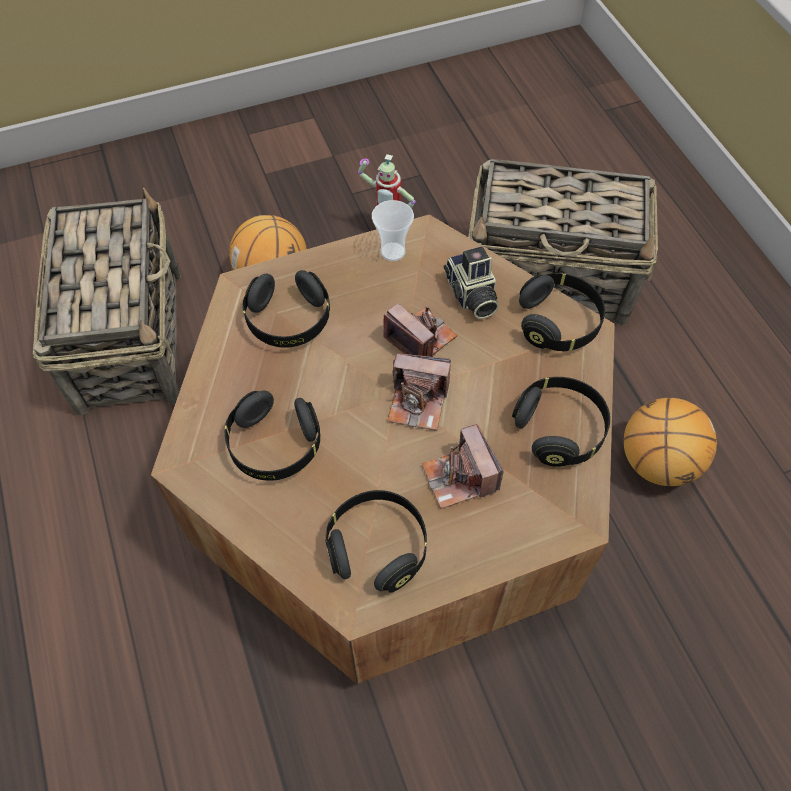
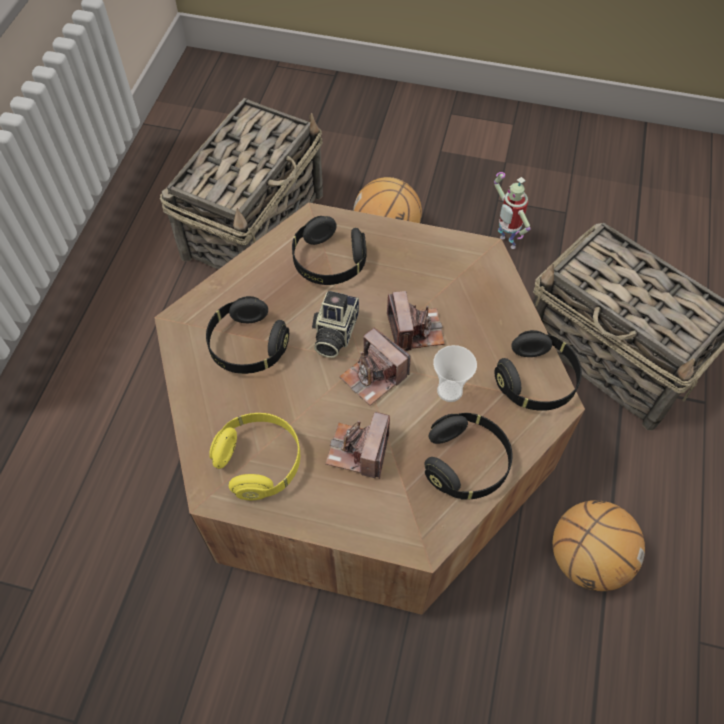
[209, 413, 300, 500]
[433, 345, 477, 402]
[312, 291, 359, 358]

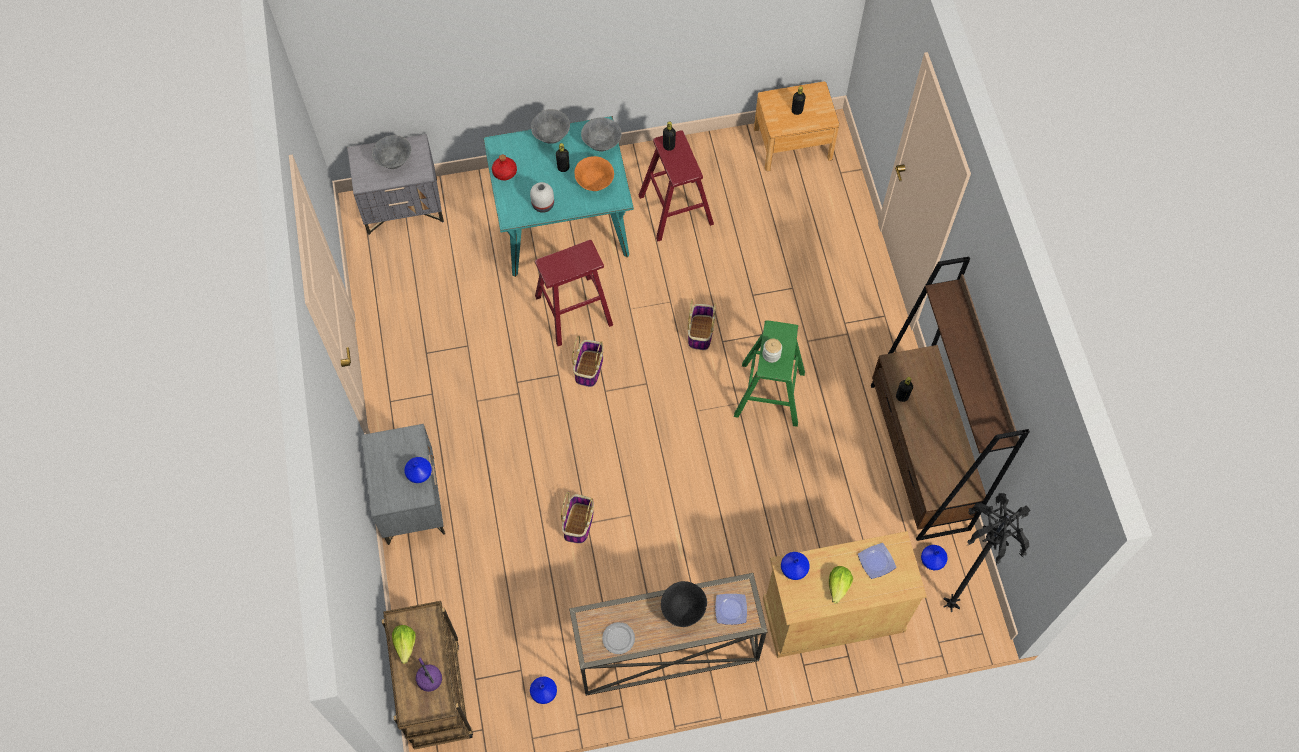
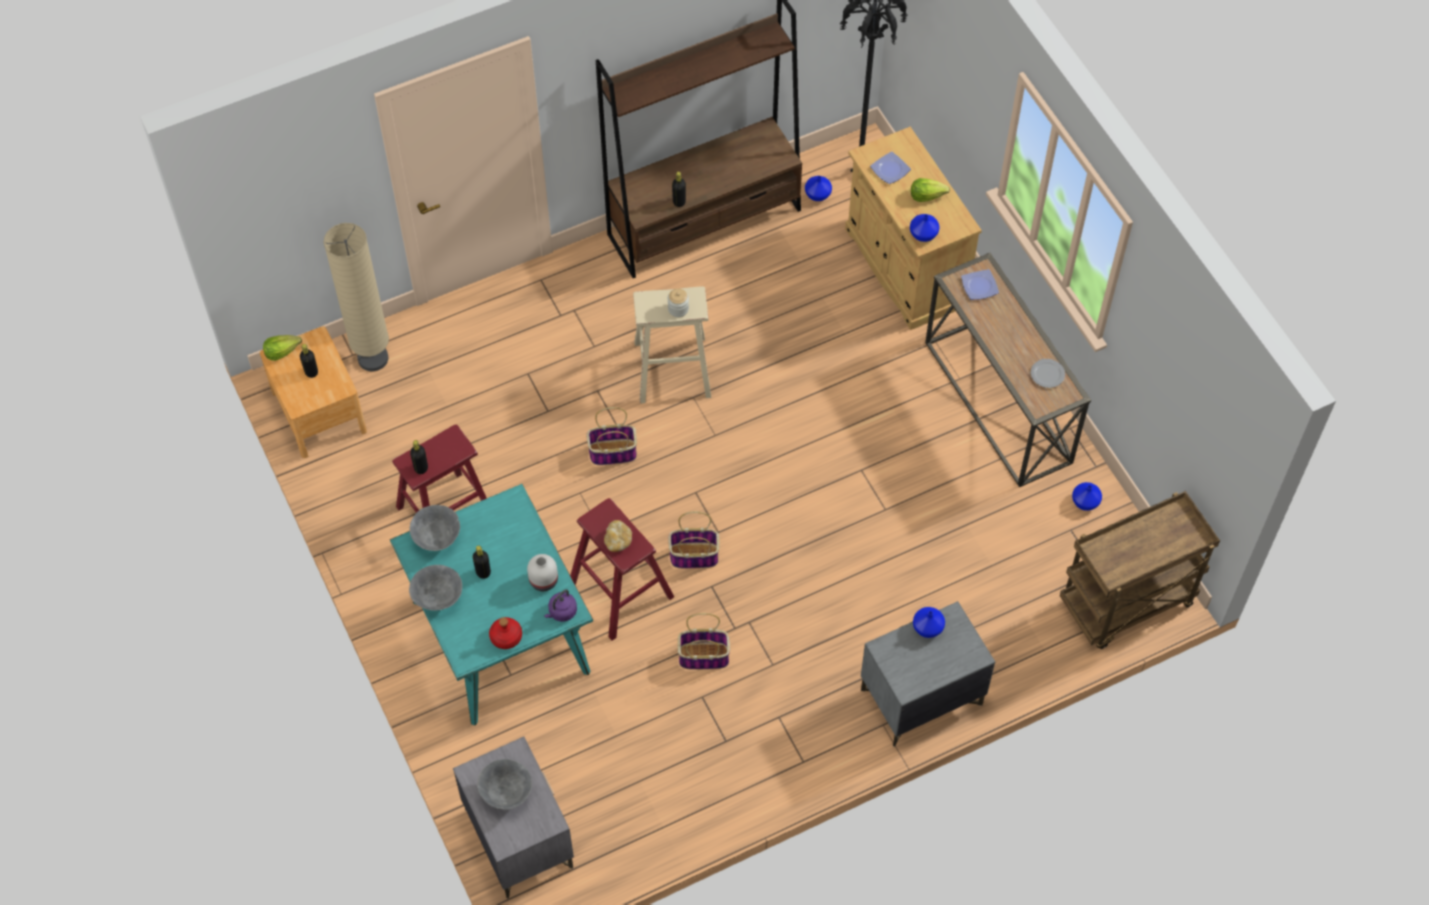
[263, 335, 302, 361]
[544, 589, 577, 622]
[678, 613, 730, 670]
[575, 156, 614, 191] (first image)
[661, 581, 707, 627] (first image)
[633, 286, 711, 404]
[324, 223, 389, 371]
[604, 520, 632, 552]

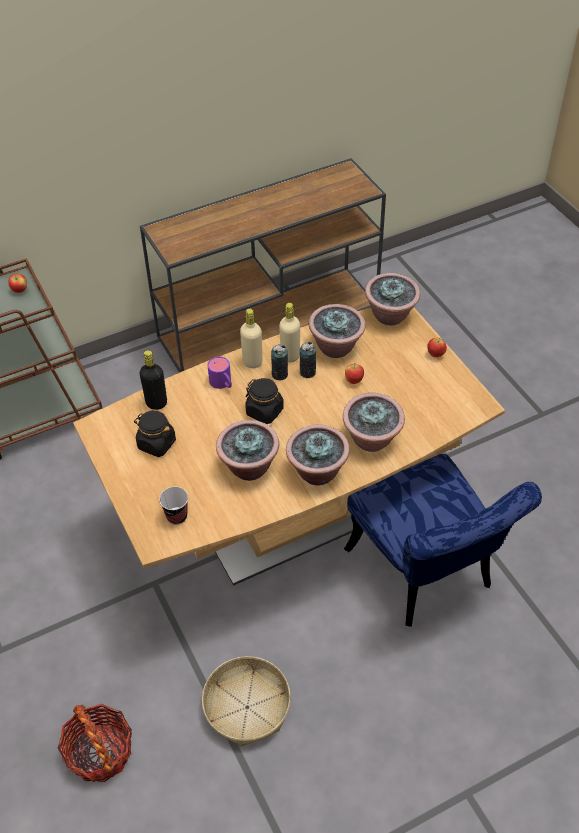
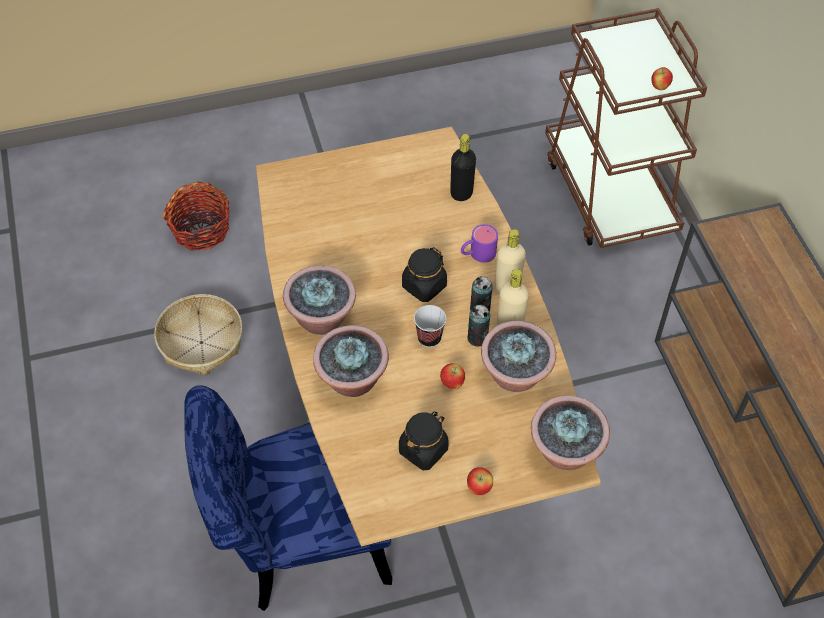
[399, 411, 449, 470]
[414, 305, 446, 347]
[216, 420, 279, 481] (first image)

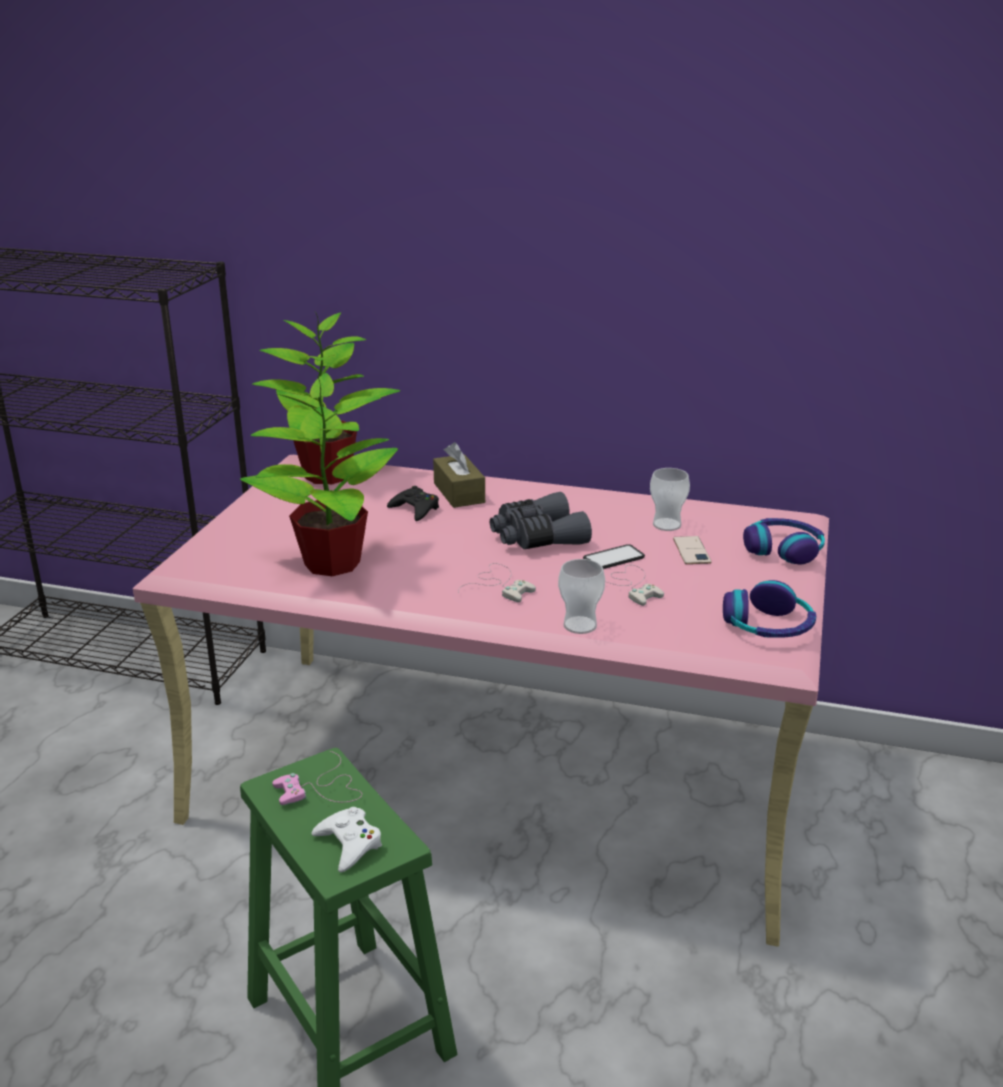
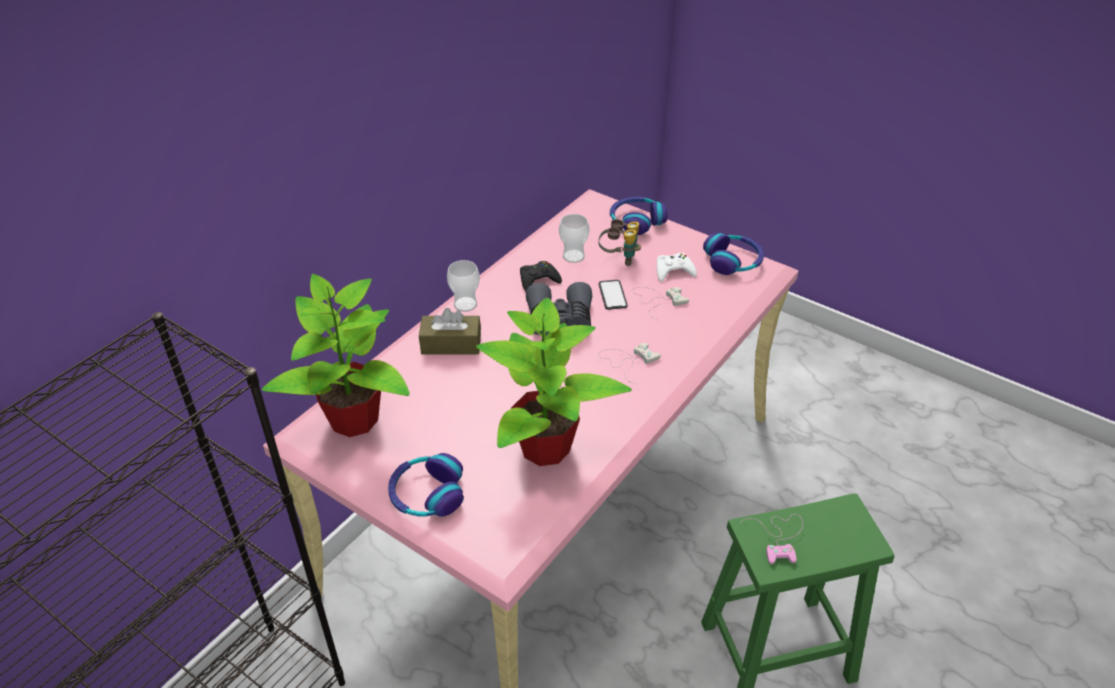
[657, 253, 697, 282]
[520, 261, 562, 292]
[447, 260, 480, 312]
[598, 219, 641, 266]
[388, 453, 464, 517]

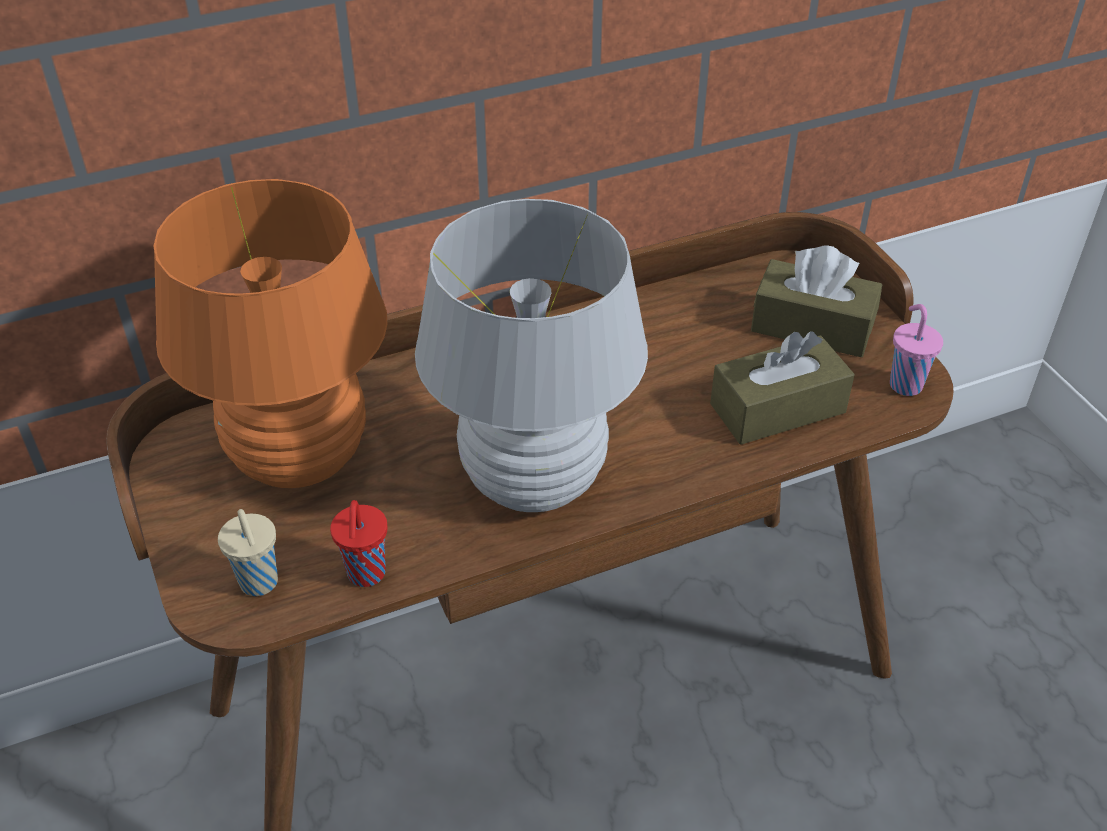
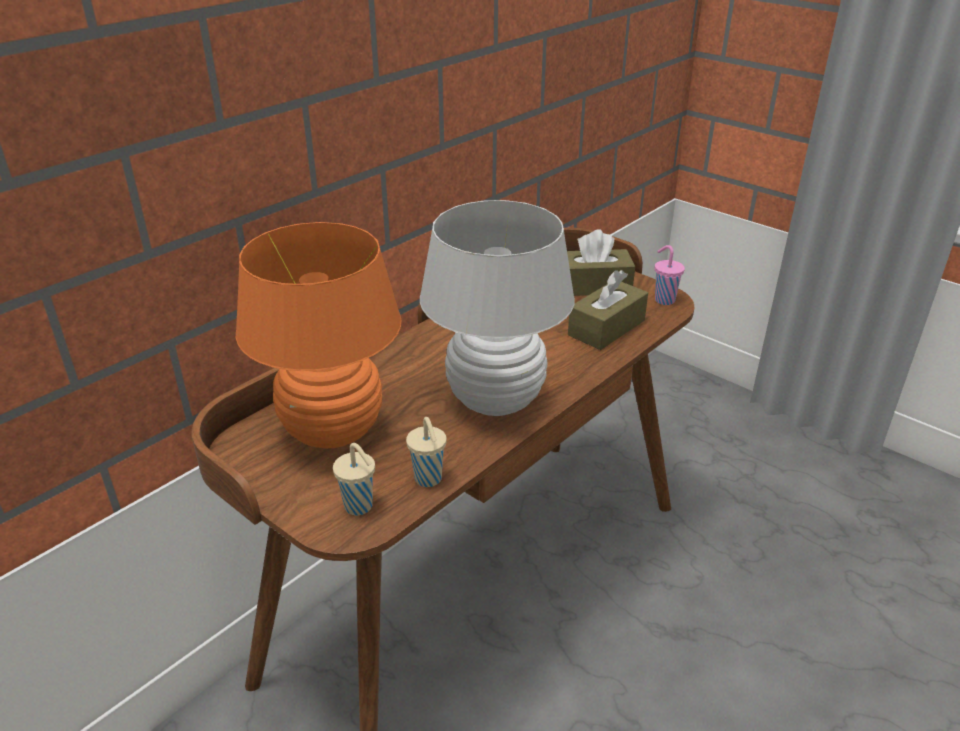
[406, 417, 447, 487]

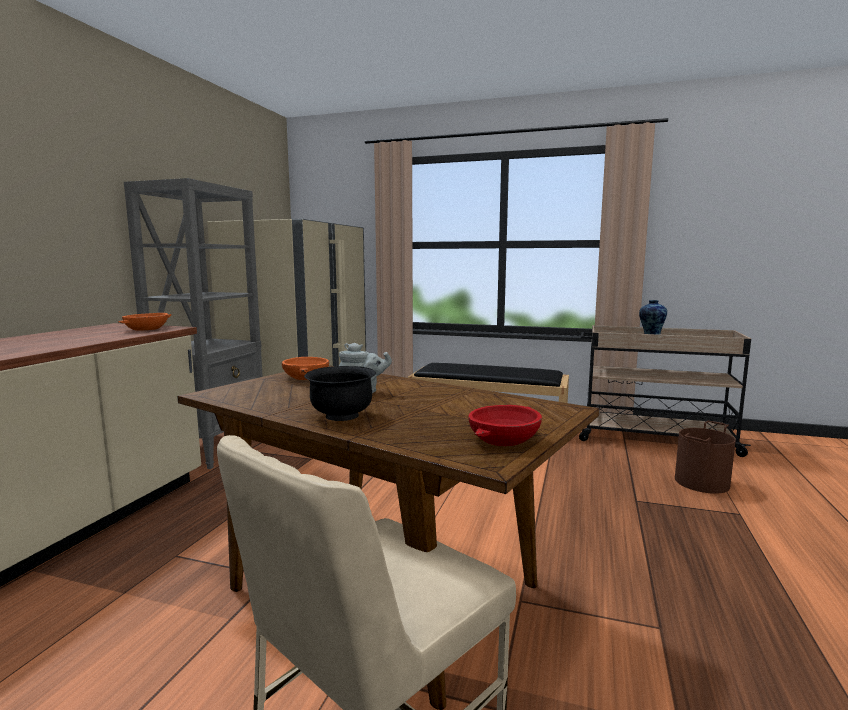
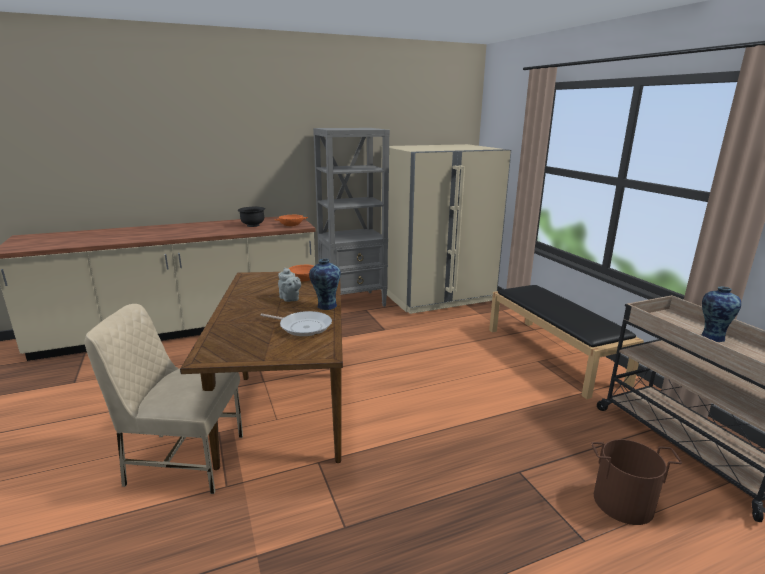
[238, 206, 265, 227]
[468, 405, 542, 446] (first image)
[260, 311, 332, 336]
[309, 259, 341, 310]

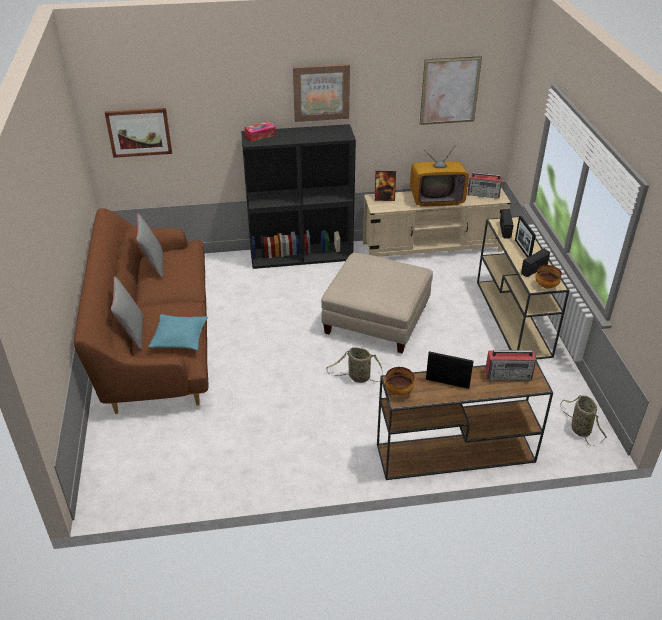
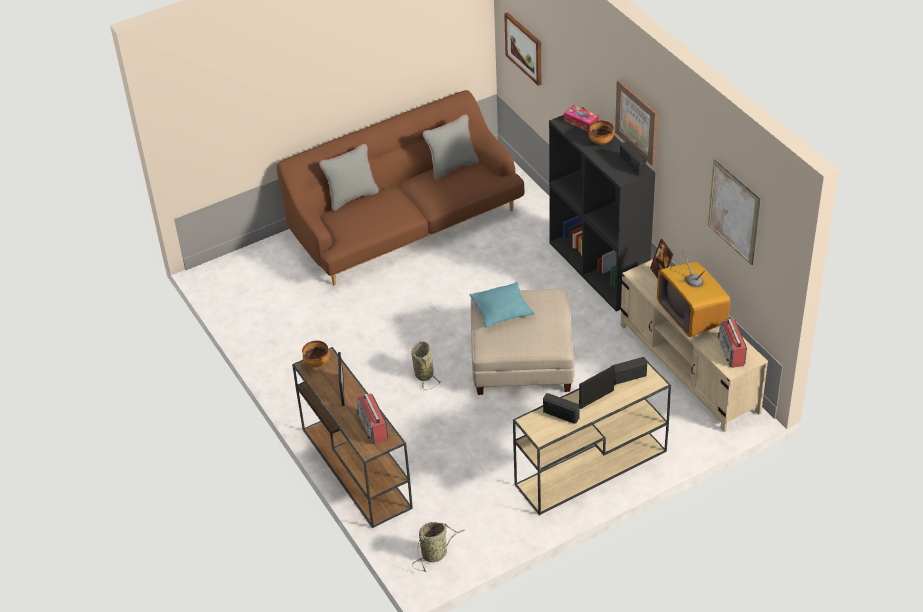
[470, 282, 535, 327]
[589, 121, 614, 145]
[620, 141, 646, 175]

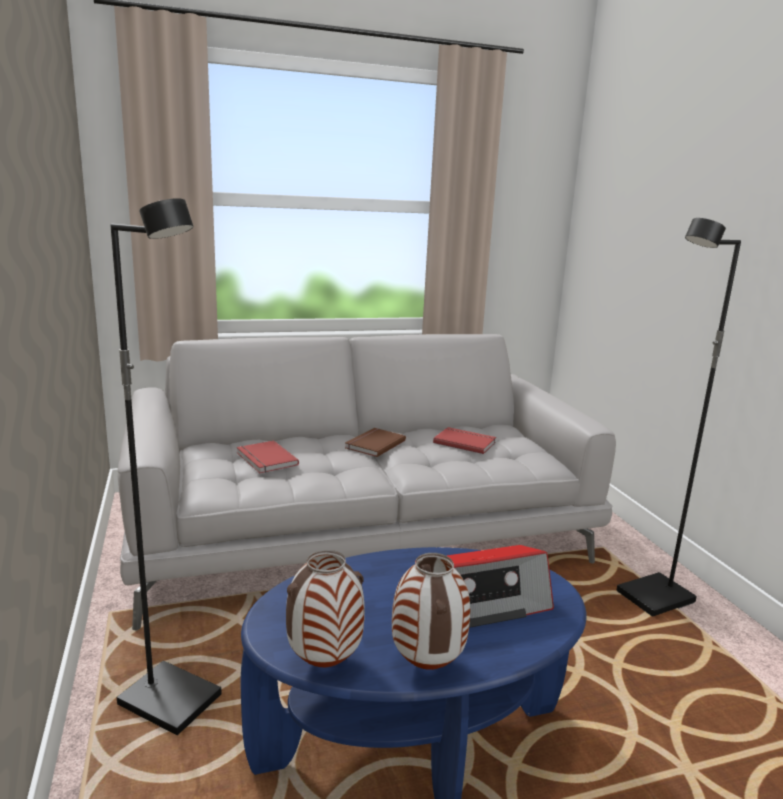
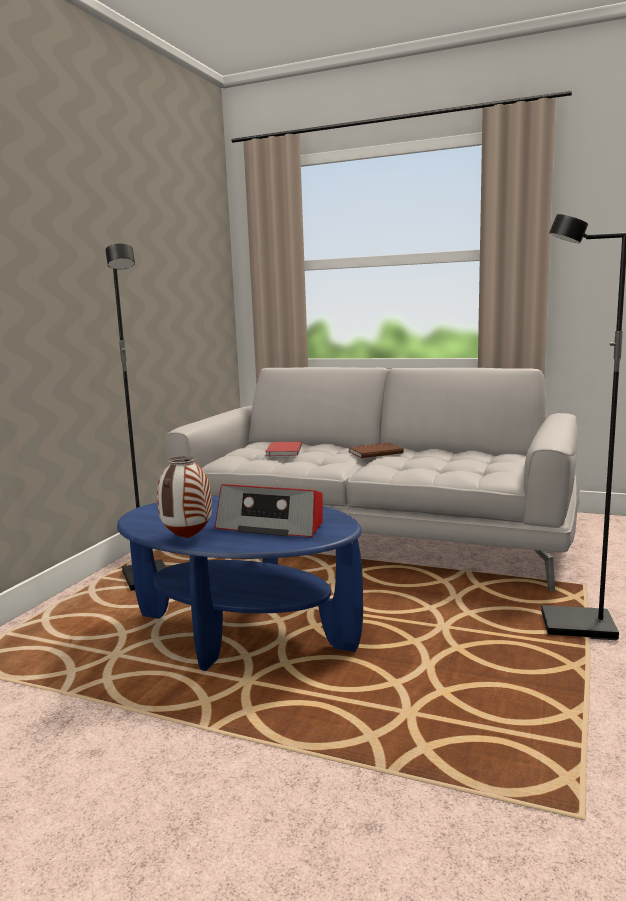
[286, 550, 365, 667] (first image)
[433, 427, 496, 454] (first image)

